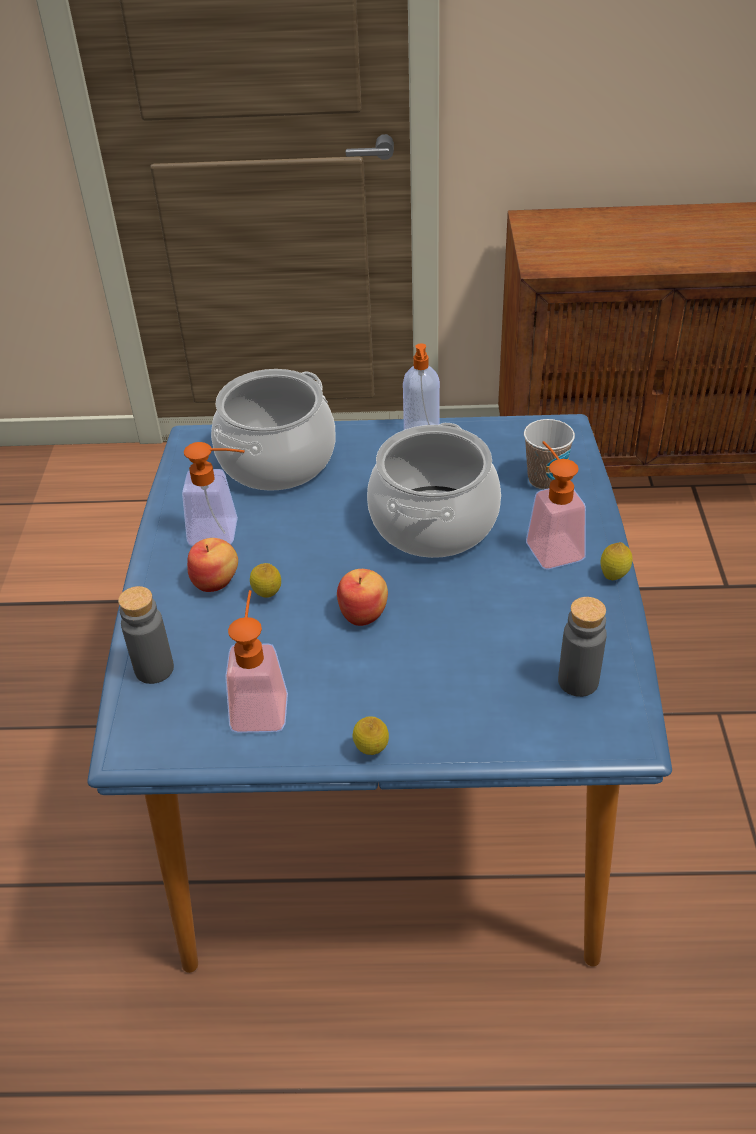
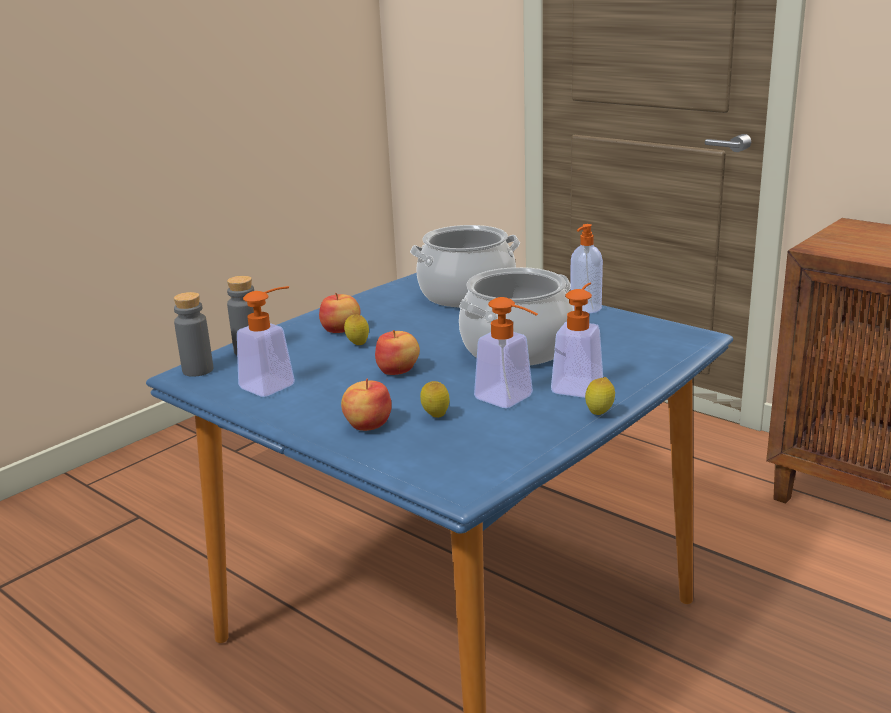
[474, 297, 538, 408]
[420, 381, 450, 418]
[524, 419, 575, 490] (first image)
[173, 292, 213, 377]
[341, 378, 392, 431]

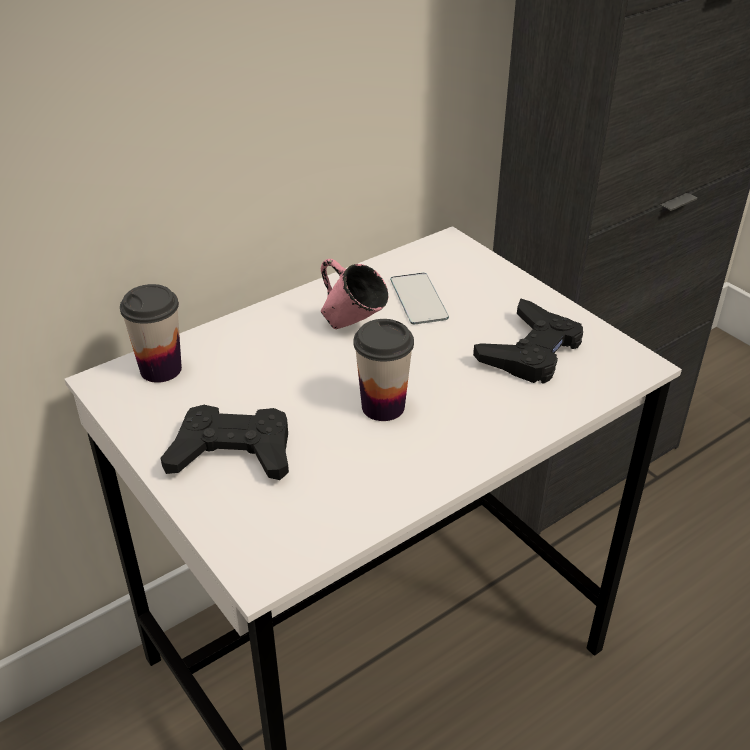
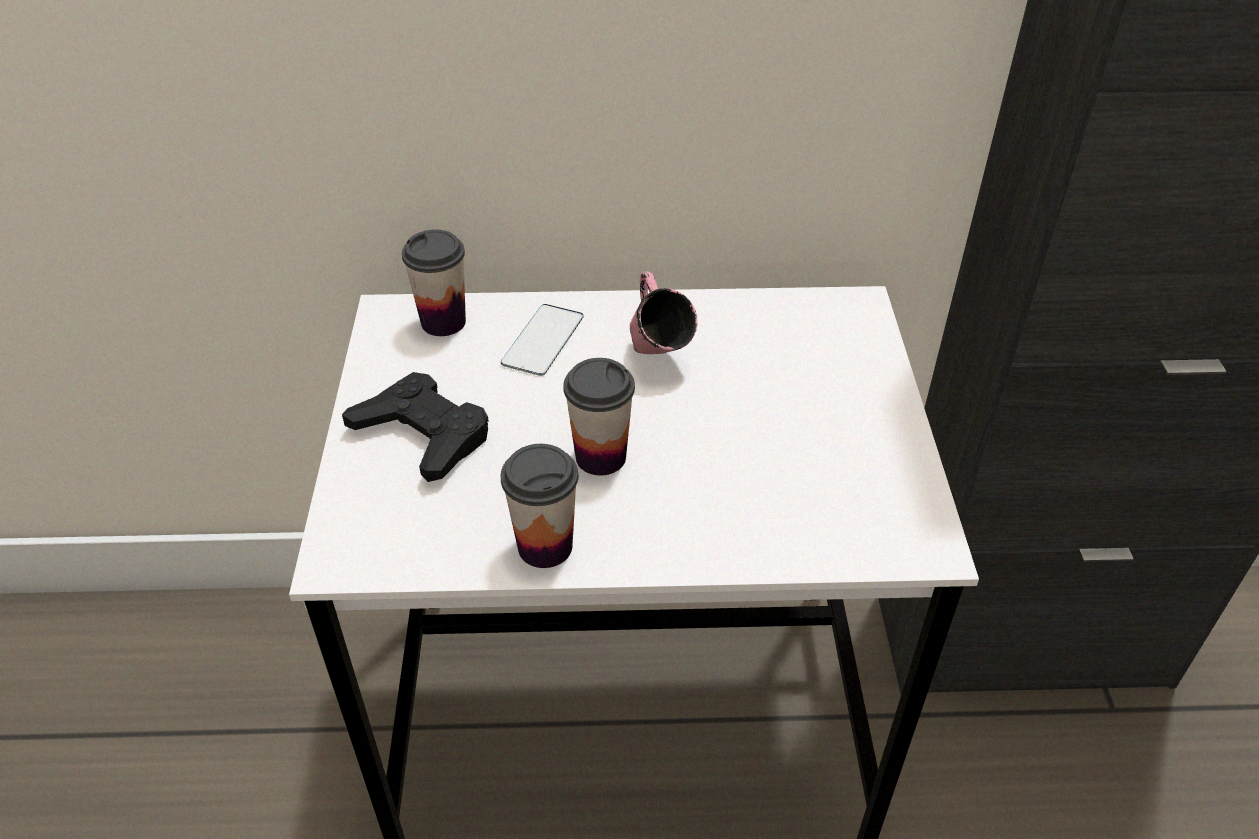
[501, 304, 584, 376]
[473, 299, 583, 384] (first image)
[501, 444, 578, 568]

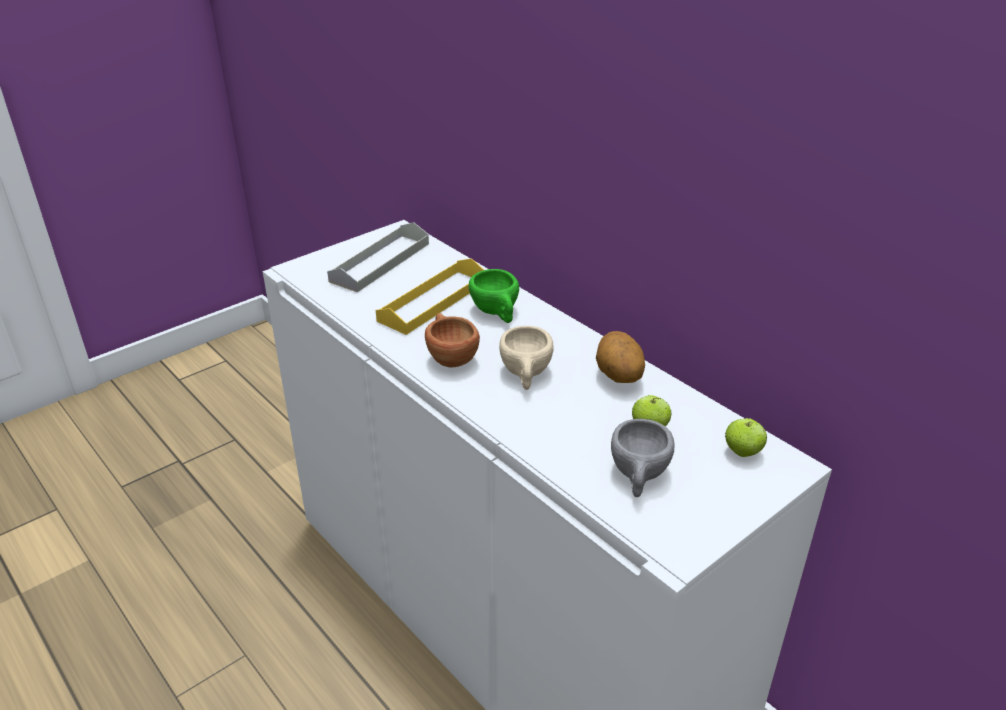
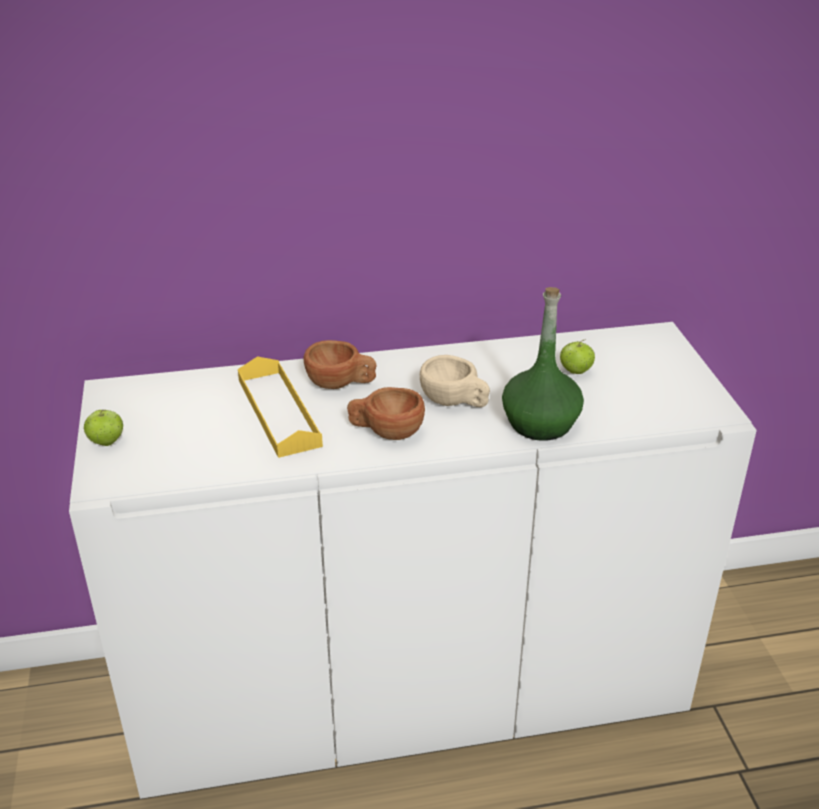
[327, 222, 429, 292] (first image)
[304, 340, 377, 389]
[596, 331, 645, 383] (first image)
[611, 419, 675, 497] (first image)
[83, 410, 123, 446]
[502, 287, 584, 441]

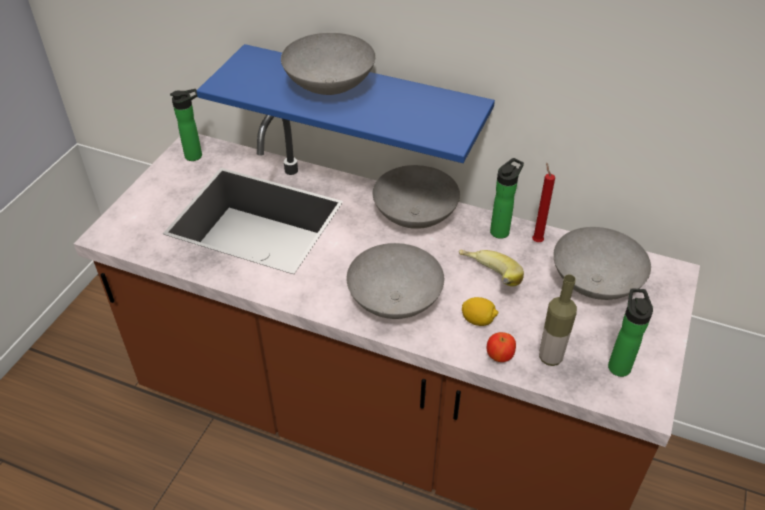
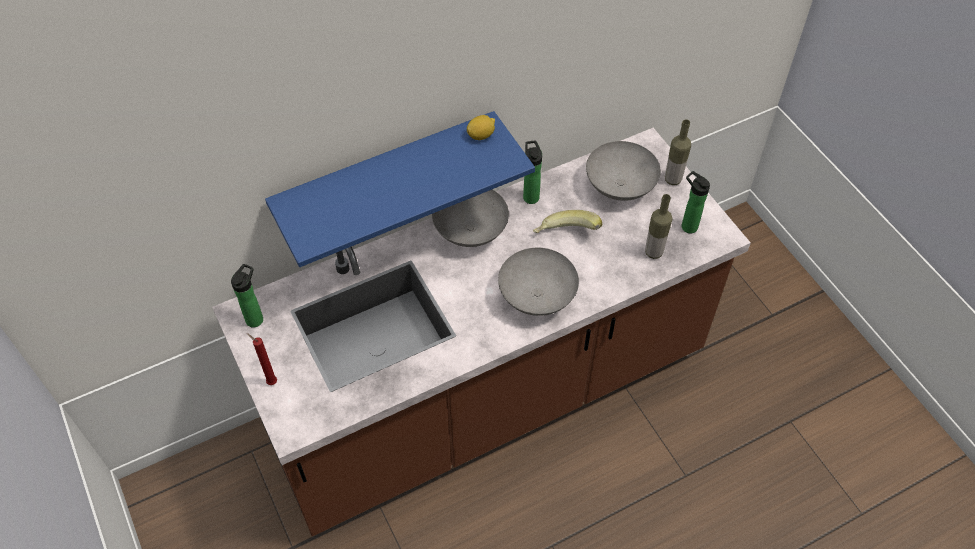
[281, 33, 376, 95] (first image)
[467, 115, 495, 140]
[487, 332, 516, 362] (first image)
[247, 333, 277, 385]
[665, 119, 691, 185]

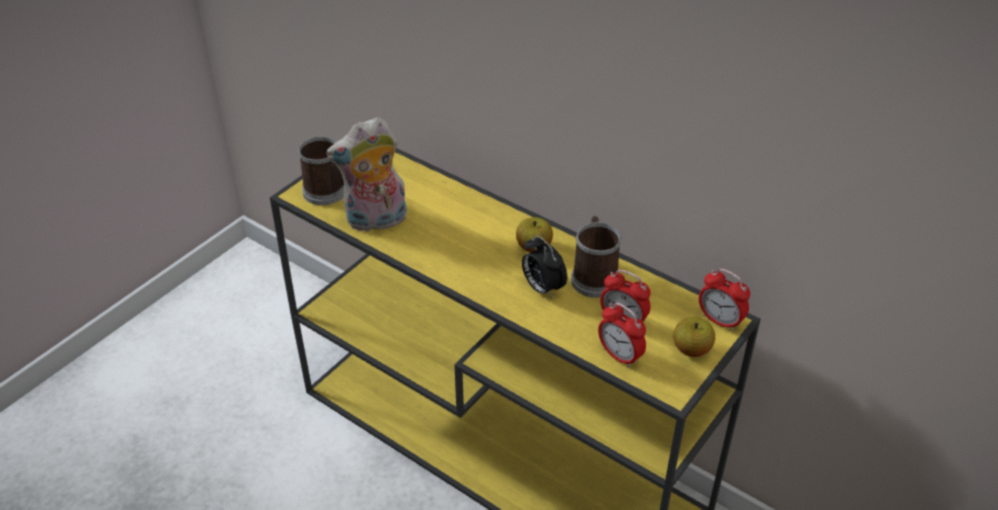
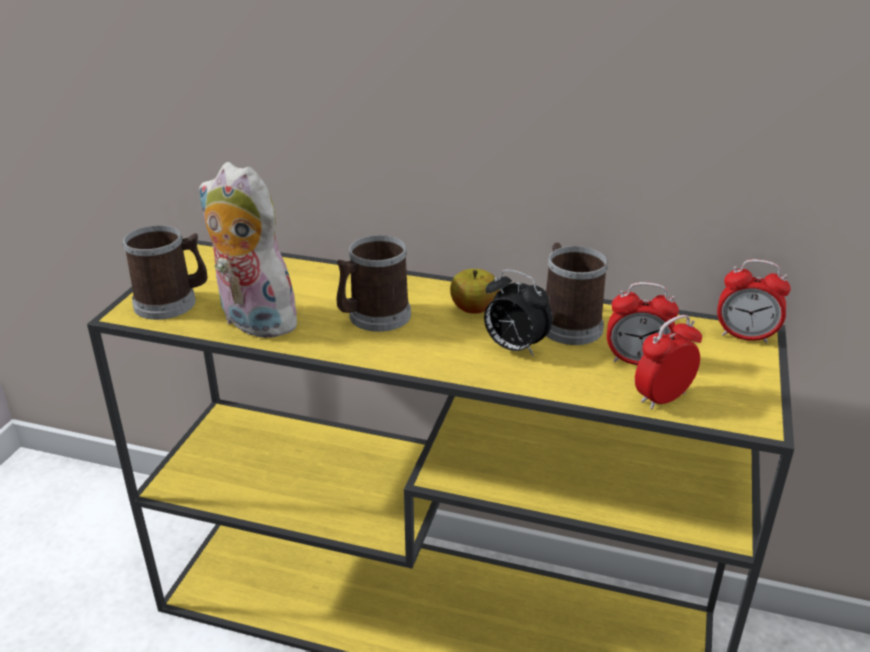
[199, 162, 307, 338]
[635, 315, 702, 410]
[673, 317, 715, 357] (first image)
[336, 235, 411, 332]

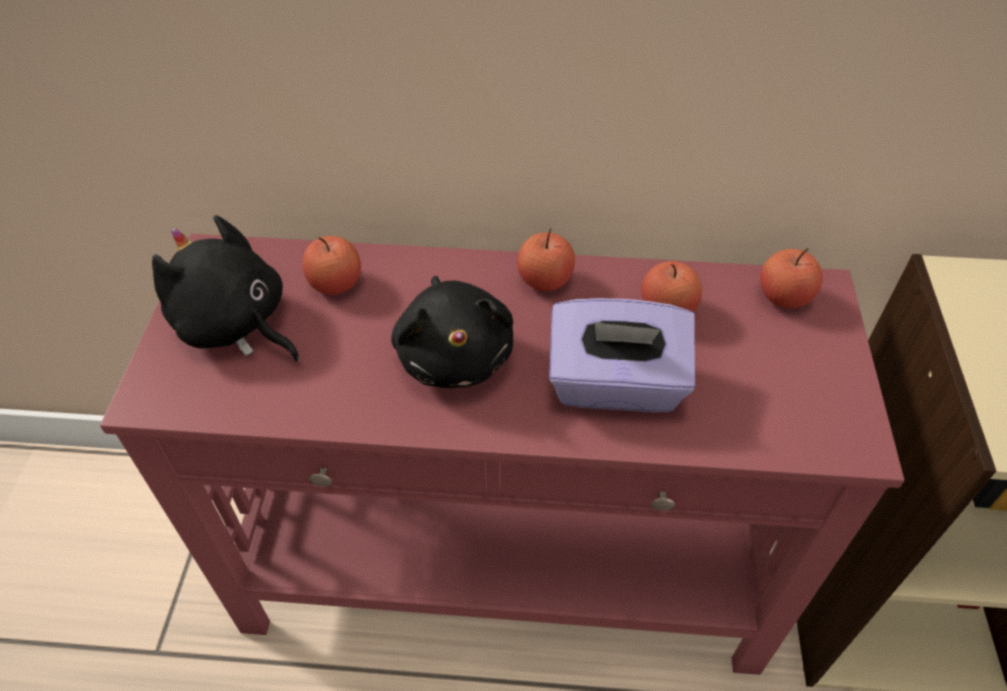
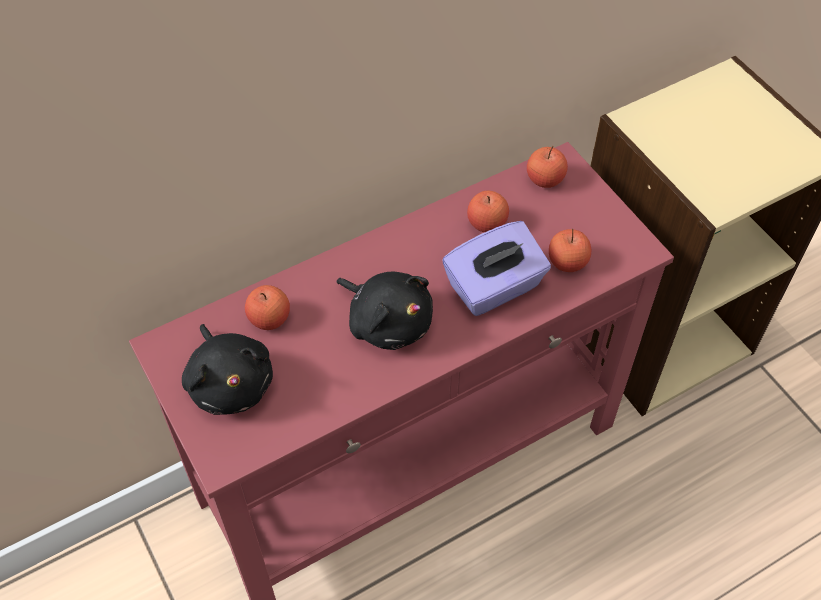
[182, 324, 273, 415]
[549, 229, 591, 272]

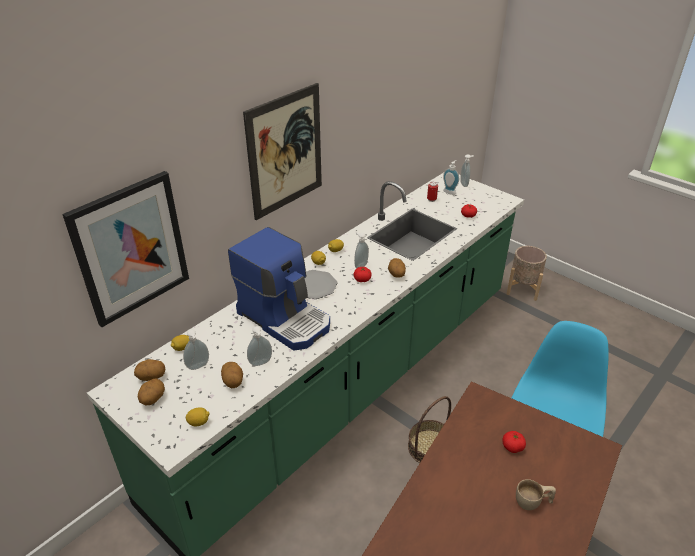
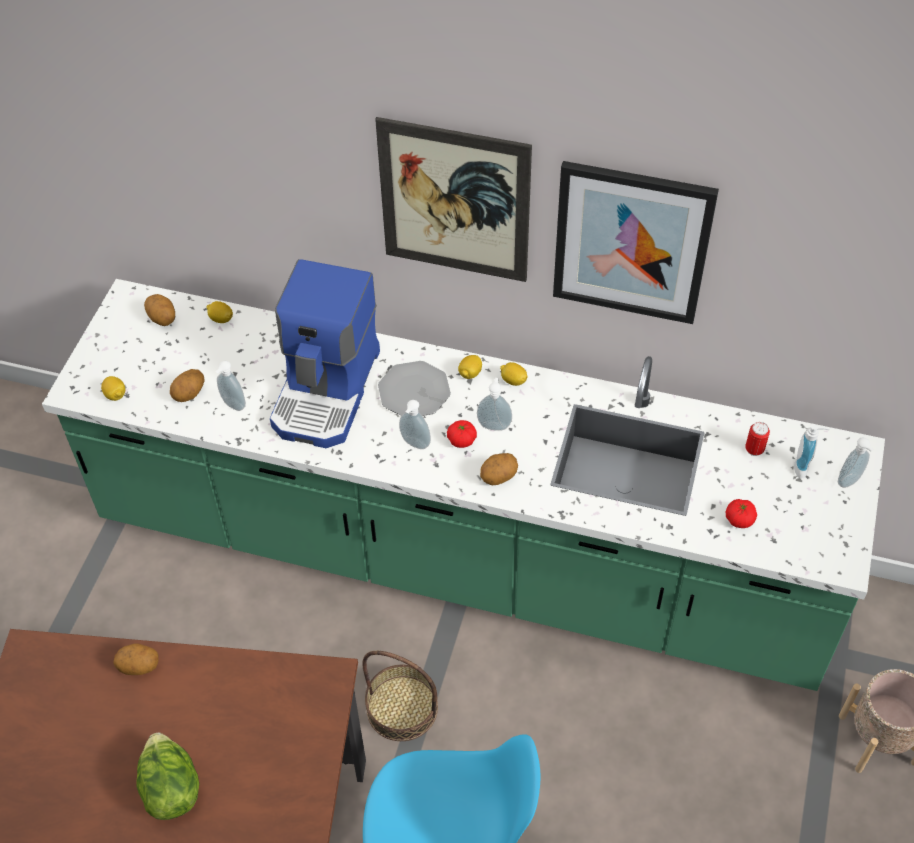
[553, 161, 719, 324]
[113, 643, 159, 675]
[399, 400, 431, 449]
[502, 431, 526, 453] (first image)
[136, 733, 199, 820]

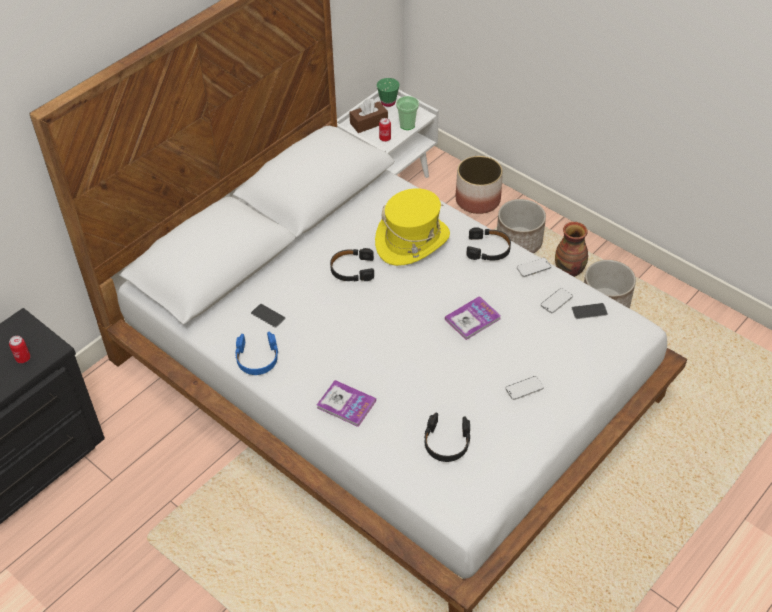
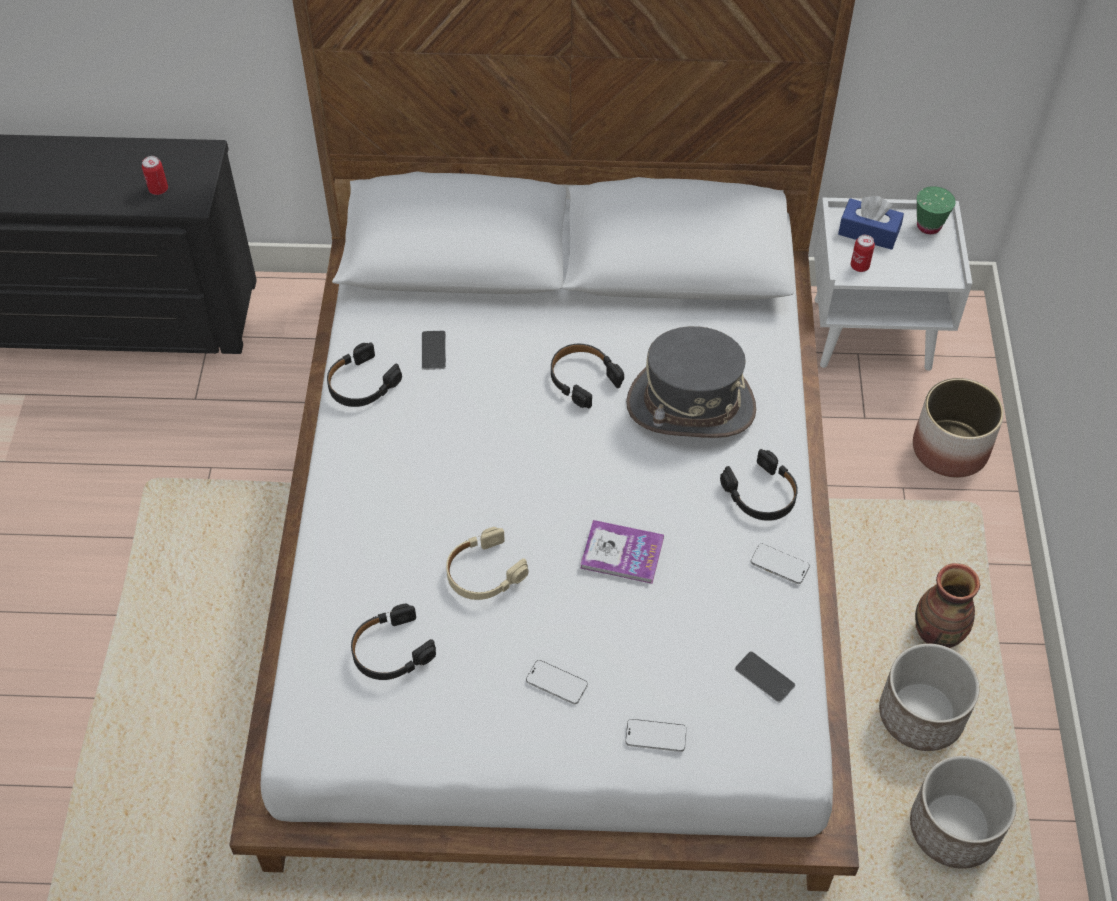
[327, 343, 402, 407]
[317, 380, 376, 427] (first image)
[838, 196, 904, 250]
[626, 326, 756, 438]
[396, 96, 419, 130] (first image)
[910, 756, 1016, 869]
[625, 719, 687, 752]
[446, 527, 528, 600]

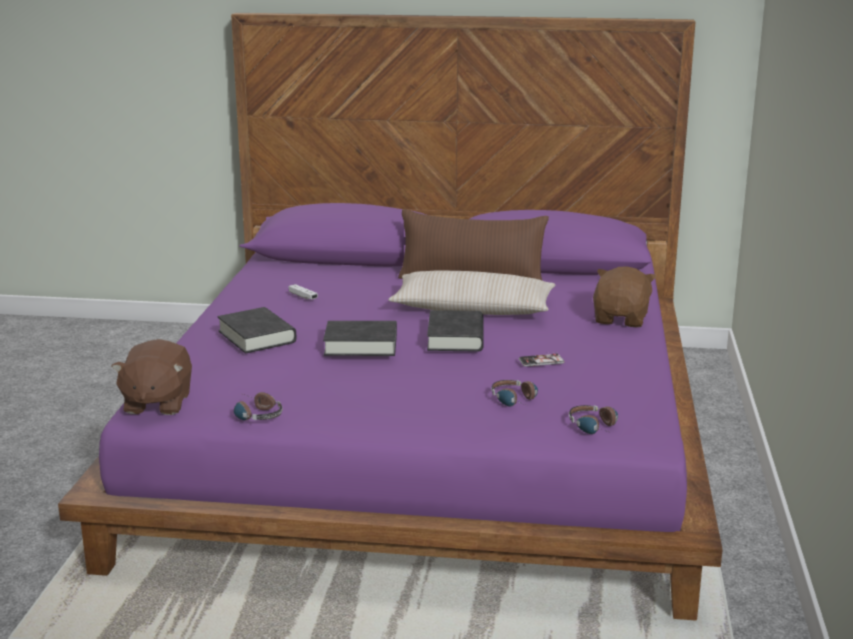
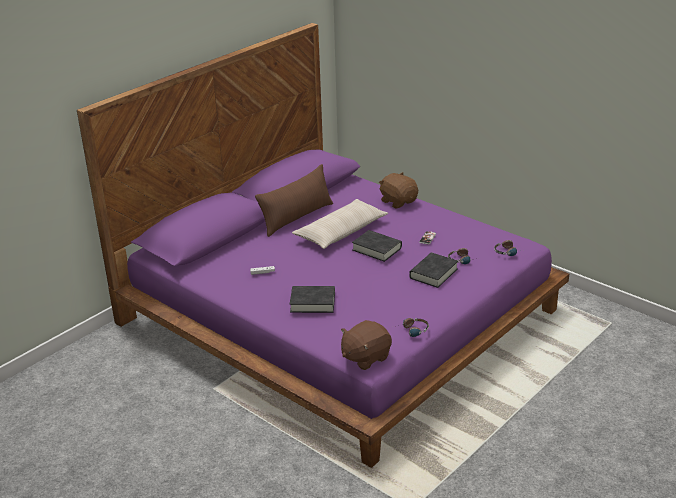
[341, 320, 392, 370]
[409, 253, 458, 288]

